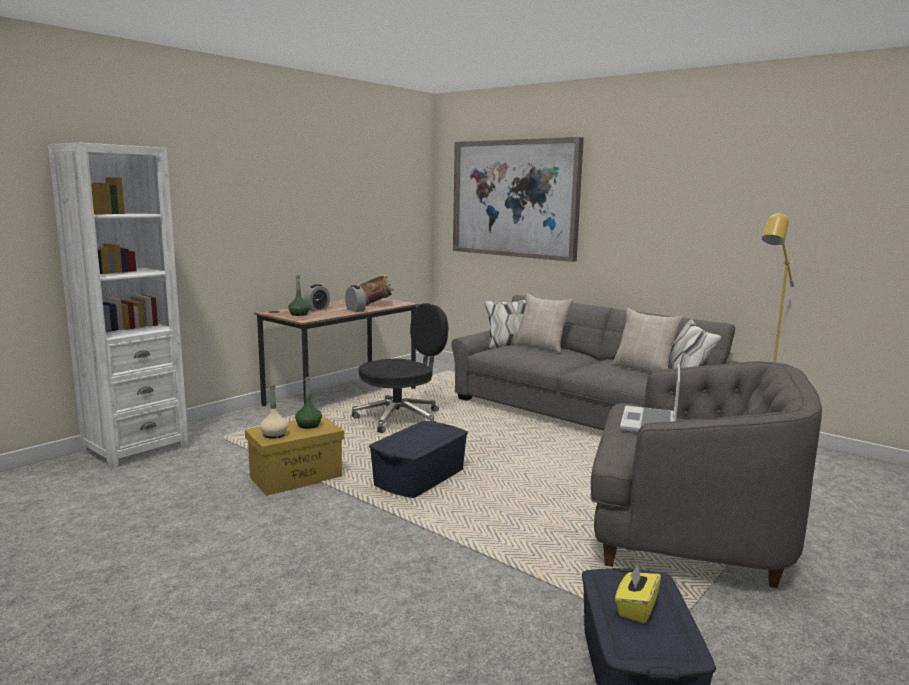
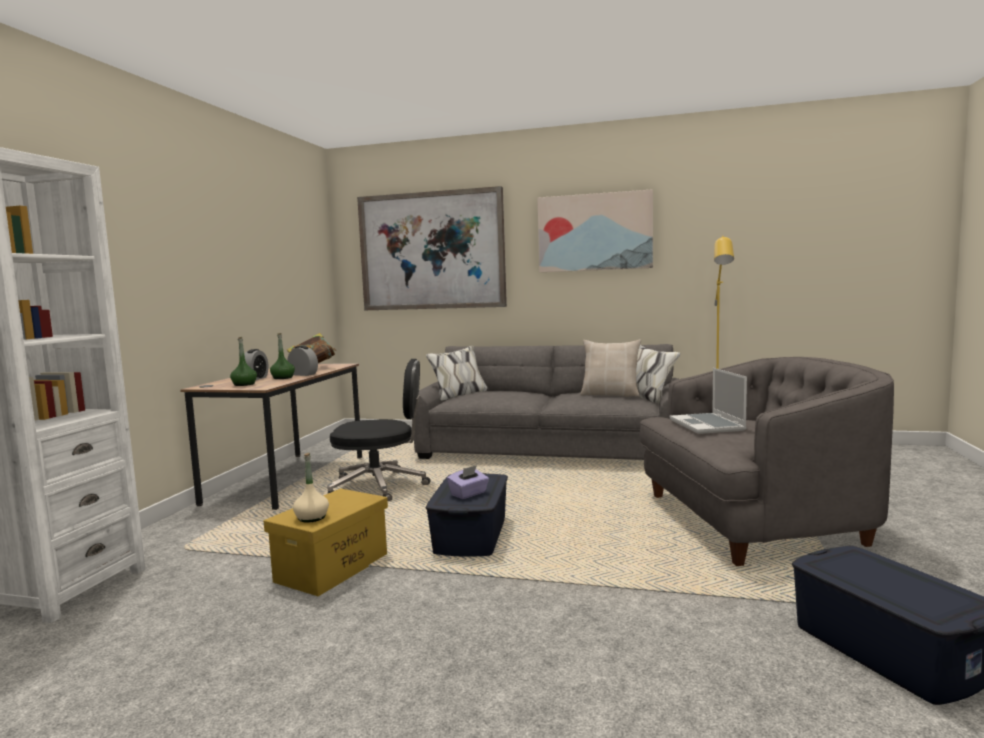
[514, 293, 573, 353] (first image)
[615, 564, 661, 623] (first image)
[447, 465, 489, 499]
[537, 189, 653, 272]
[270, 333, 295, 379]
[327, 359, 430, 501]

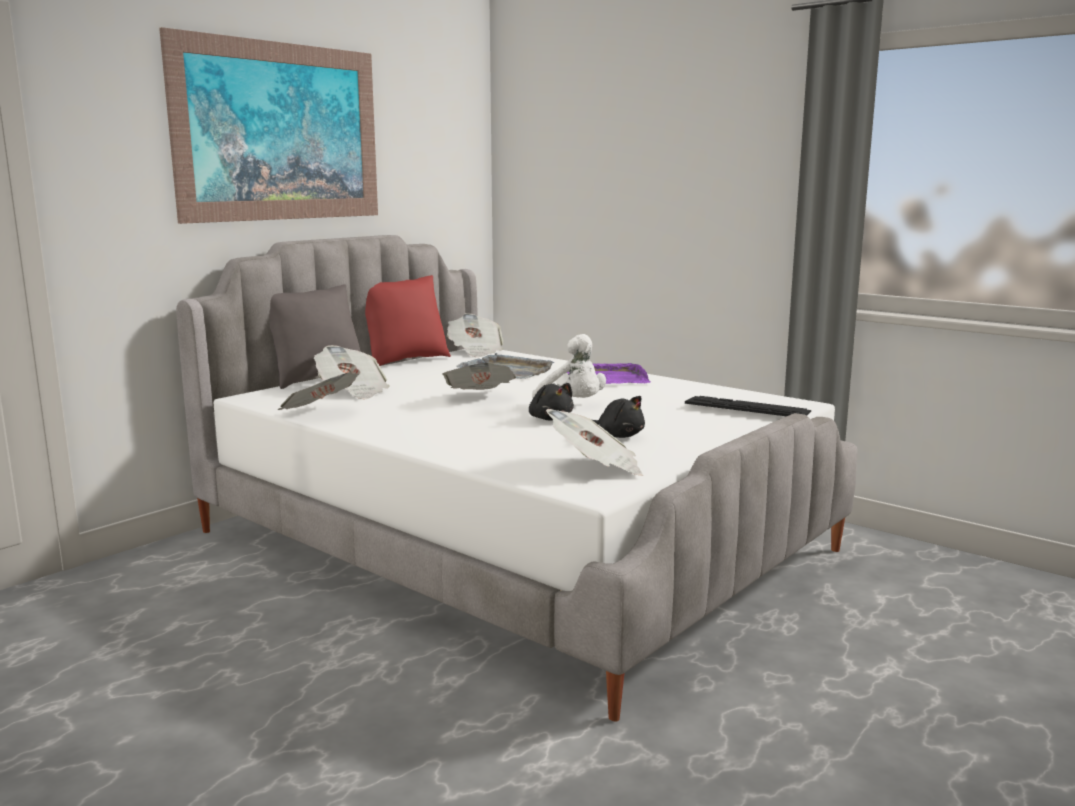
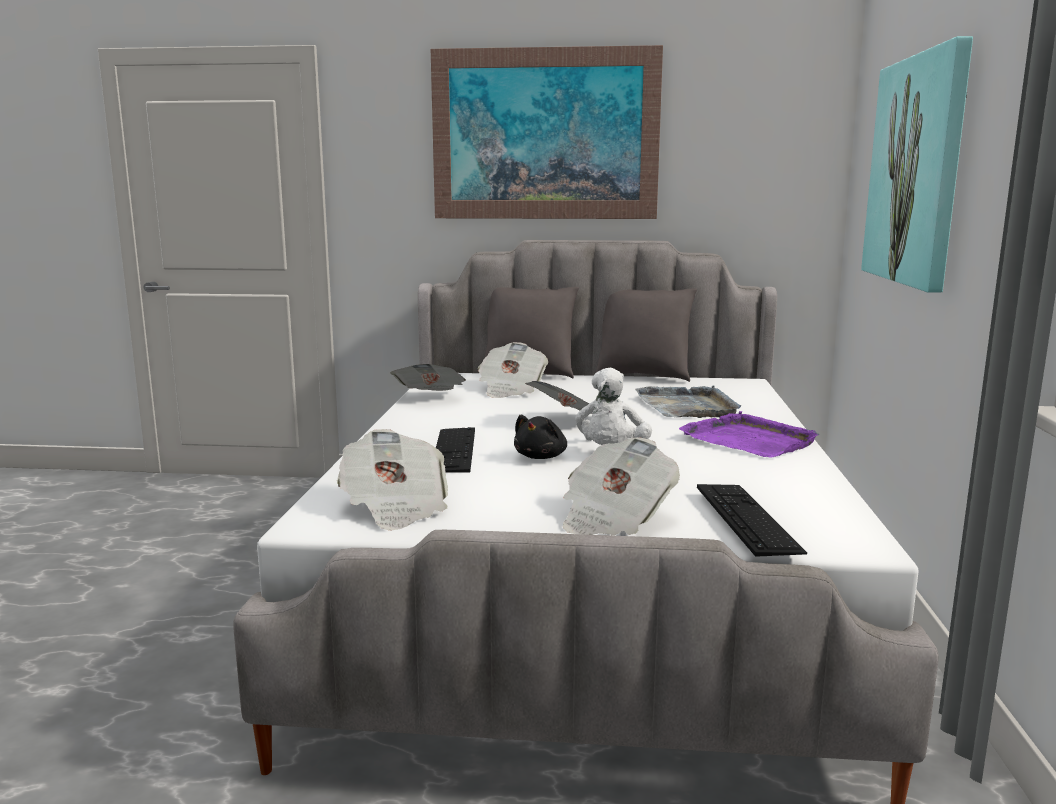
[593, 396, 645, 438] (first image)
[436, 427, 475, 473]
[861, 36, 973, 292]
[563, 437, 680, 535]
[595, 288, 697, 382]

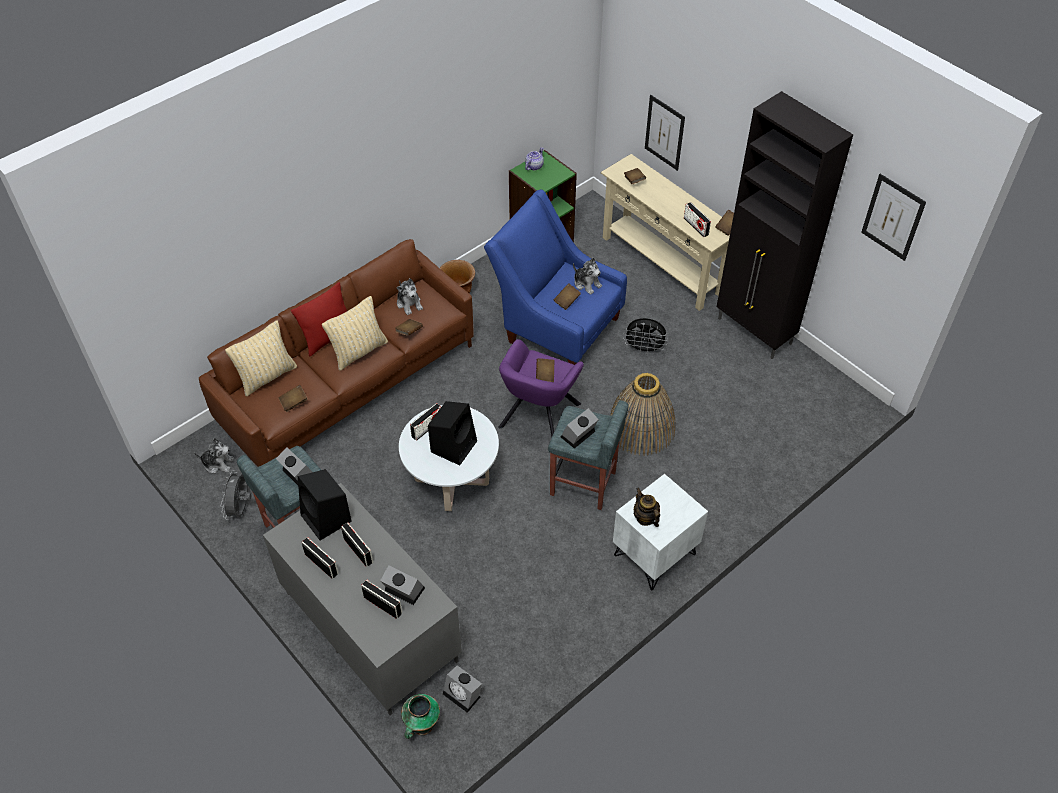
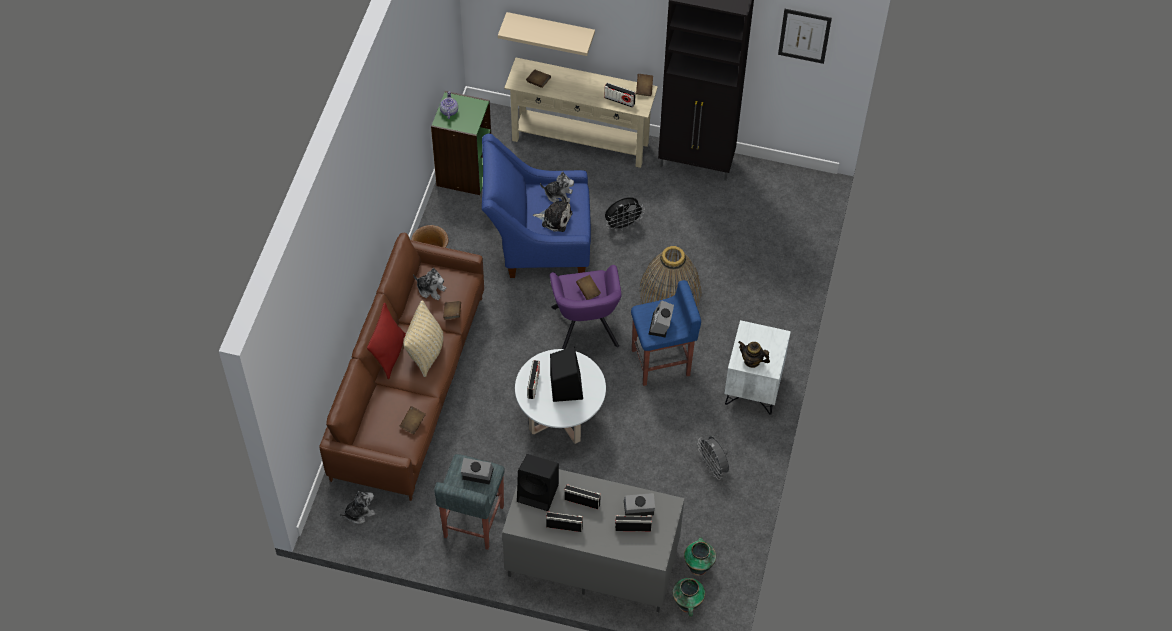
[225, 320, 297, 396] (first image)
[697, 436, 729, 480]
[684, 537, 716, 576]
[533, 196, 572, 232]
[498, 12, 595, 56]
[631, 280, 701, 386]

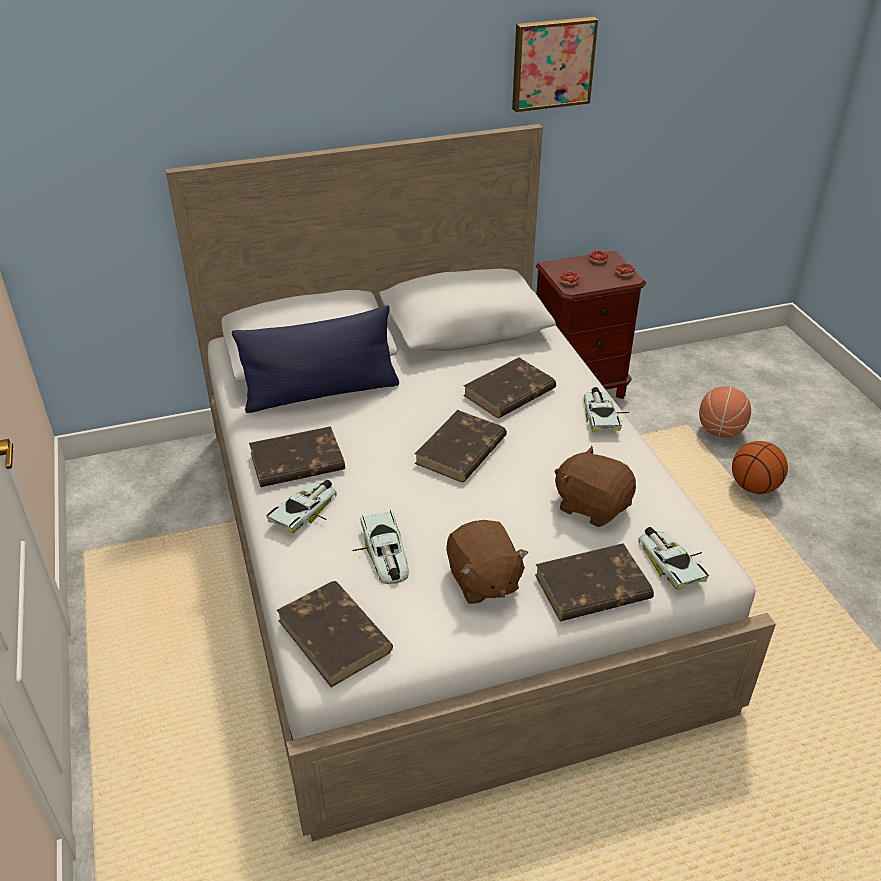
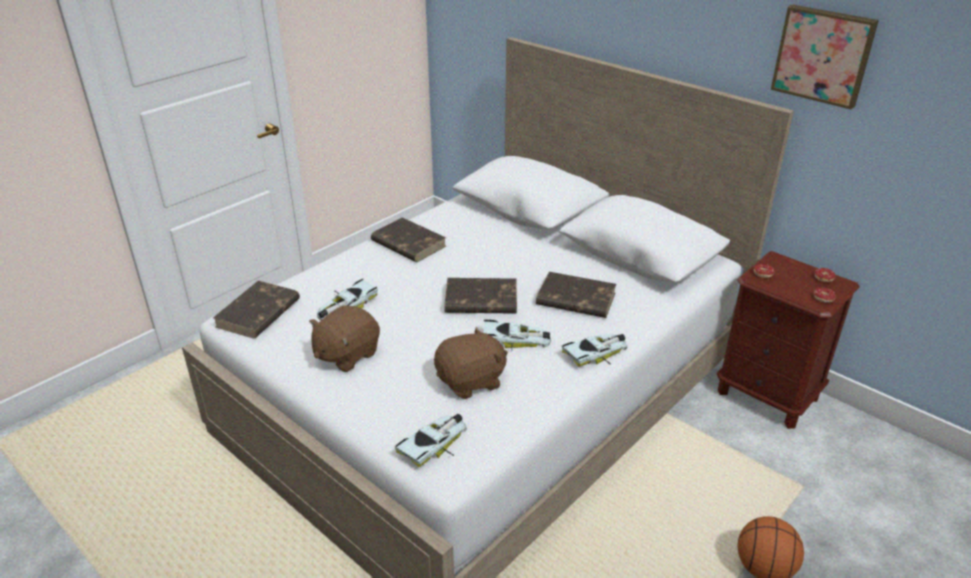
[232, 305, 399, 413] (first image)
[535, 543, 654, 621] (first image)
[699, 386, 751, 437] (first image)
[483, 320, 551, 352]
[434, 326, 508, 399]

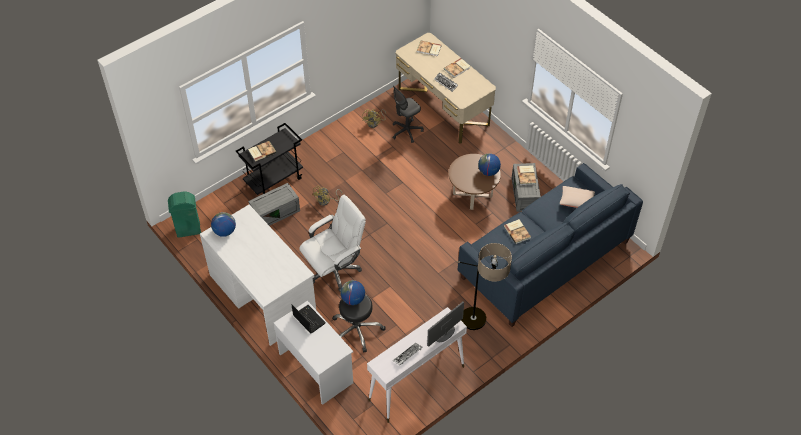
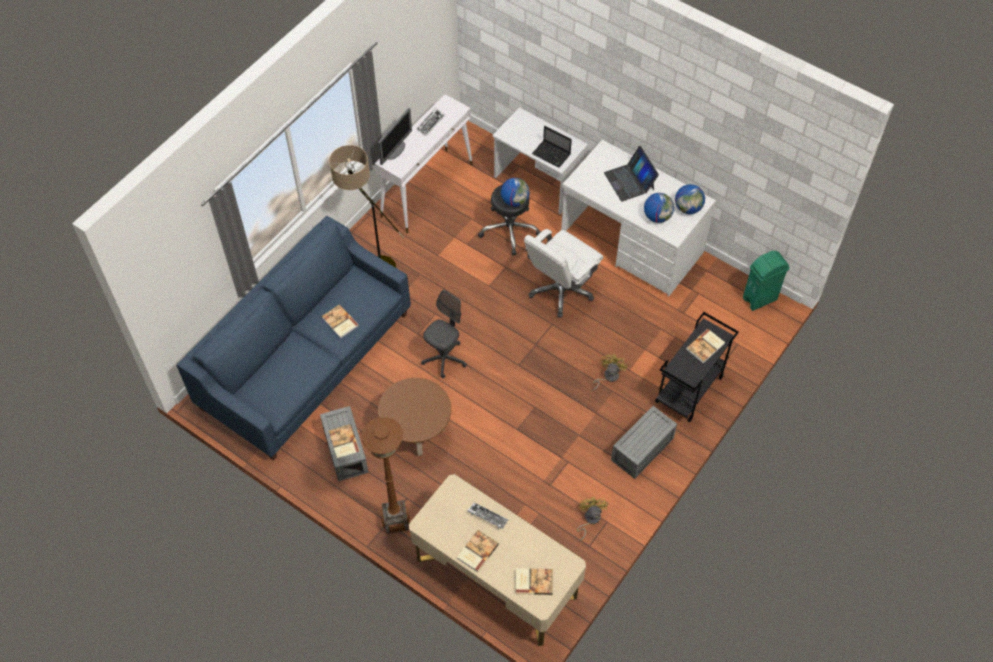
[560, 186, 595, 208] (first image)
[361, 417, 410, 534]
[604, 146, 659, 202]
[611, 406, 677, 479]
[421, 290, 467, 379]
[644, 193, 674, 223]

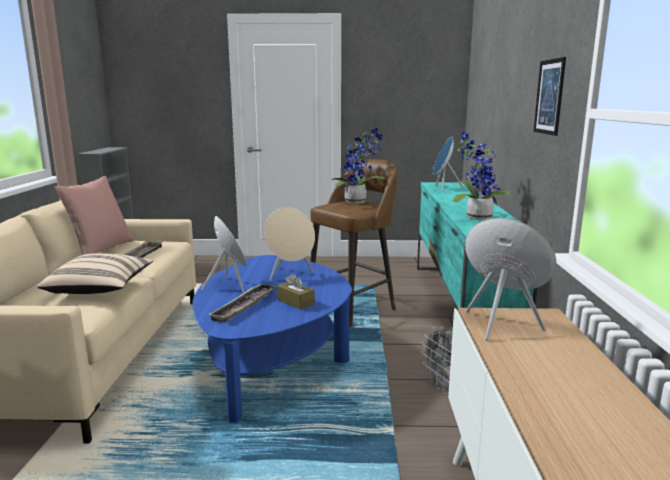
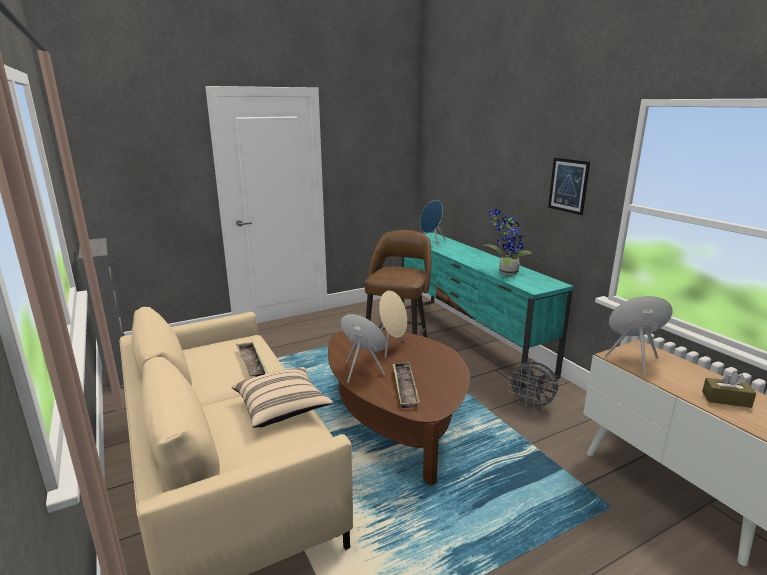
[55, 176, 134, 255] (first image)
[331, 128, 385, 203] (first image)
[702, 372, 756, 408]
[328, 330, 470, 485]

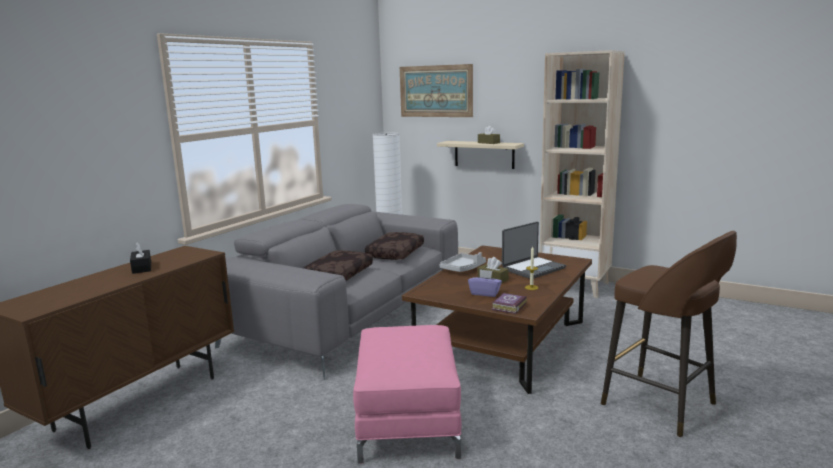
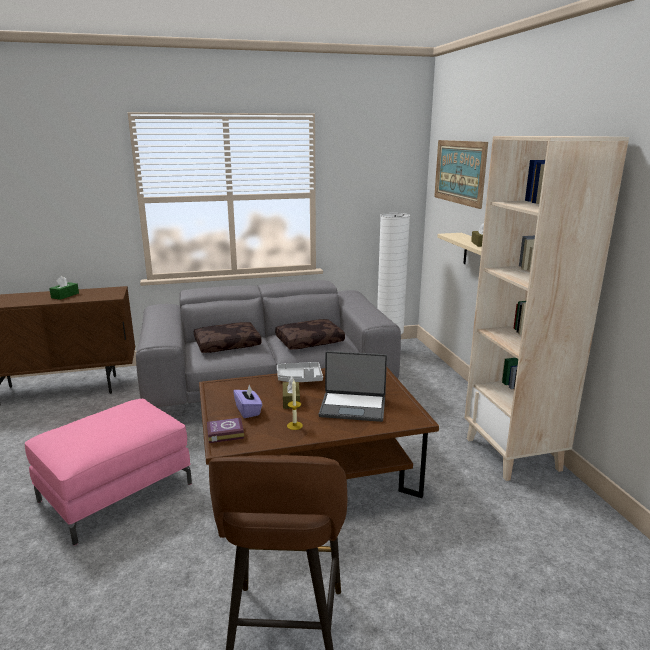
[49, 276, 79, 300]

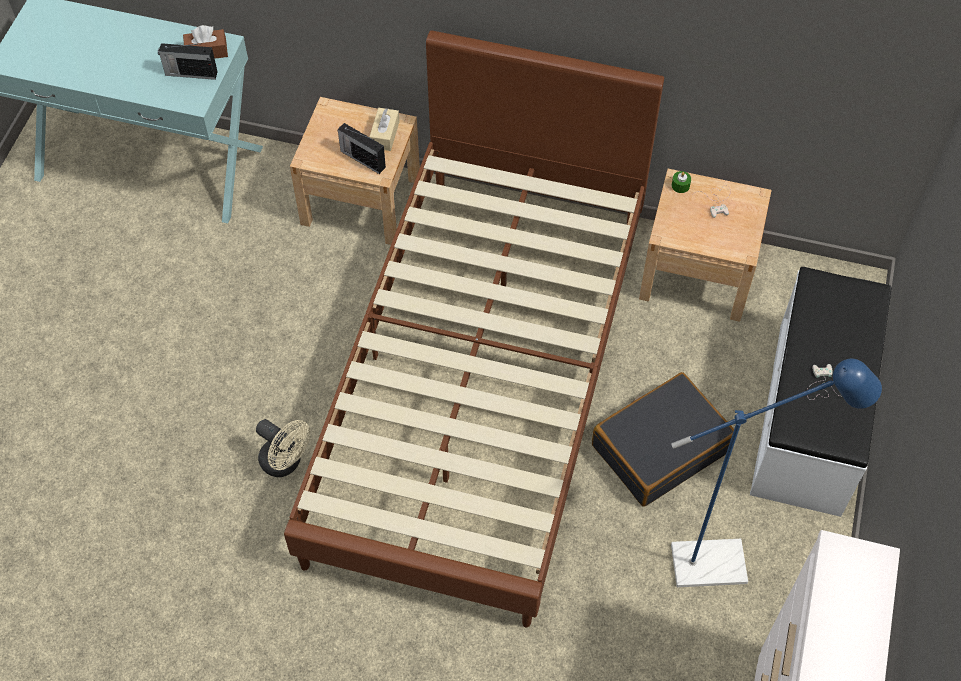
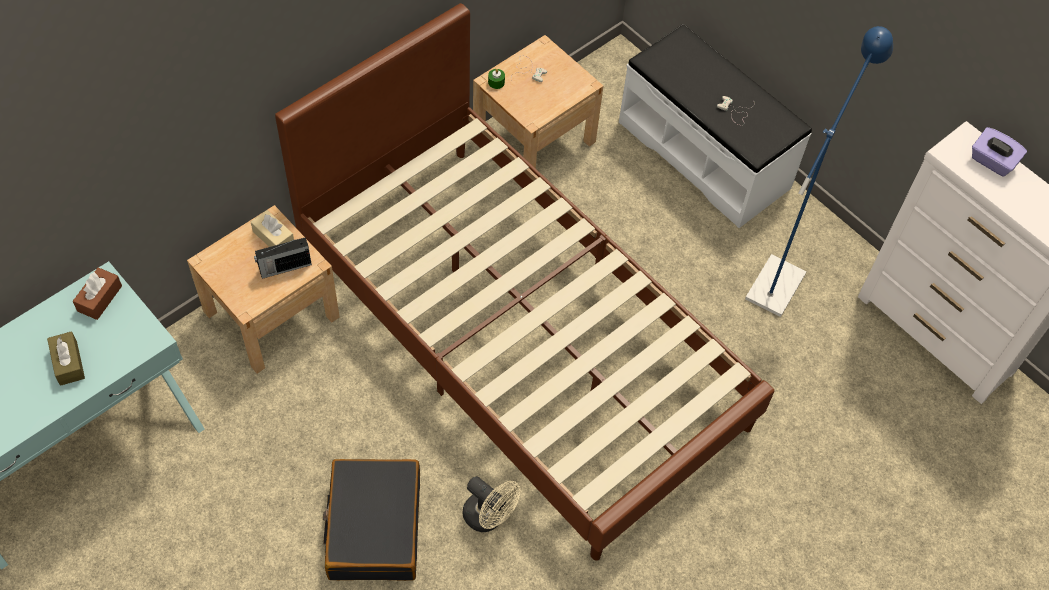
[158, 43, 218, 80] (first image)
[47, 331, 85, 386]
[972, 127, 1027, 176]
[323, 459, 420, 581]
[463, 476, 520, 532]

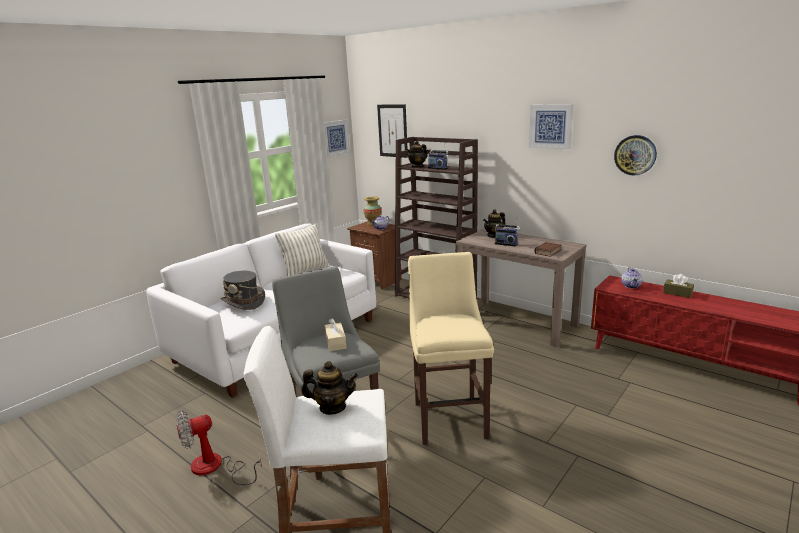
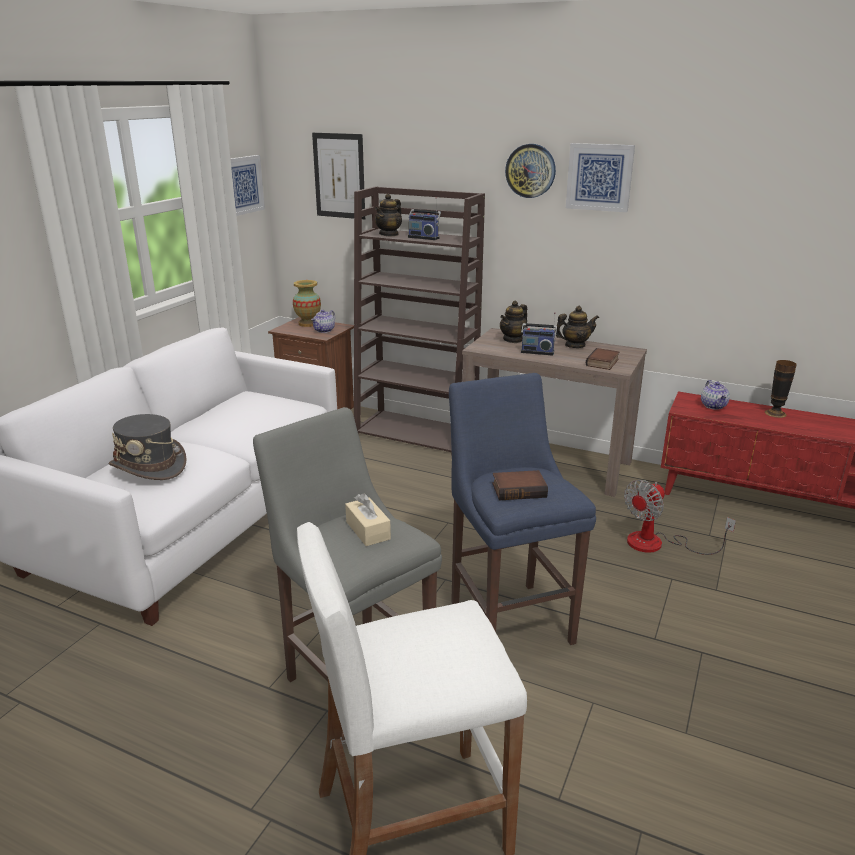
[275, 224, 329, 276] (first image)
[492, 470, 548, 500]
[624, 480, 736, 555]
[555, 306, 599, 348]
[505, 144, 556, 198]
[765, 360, 797, 418]
[449, 373, 596, 645]

